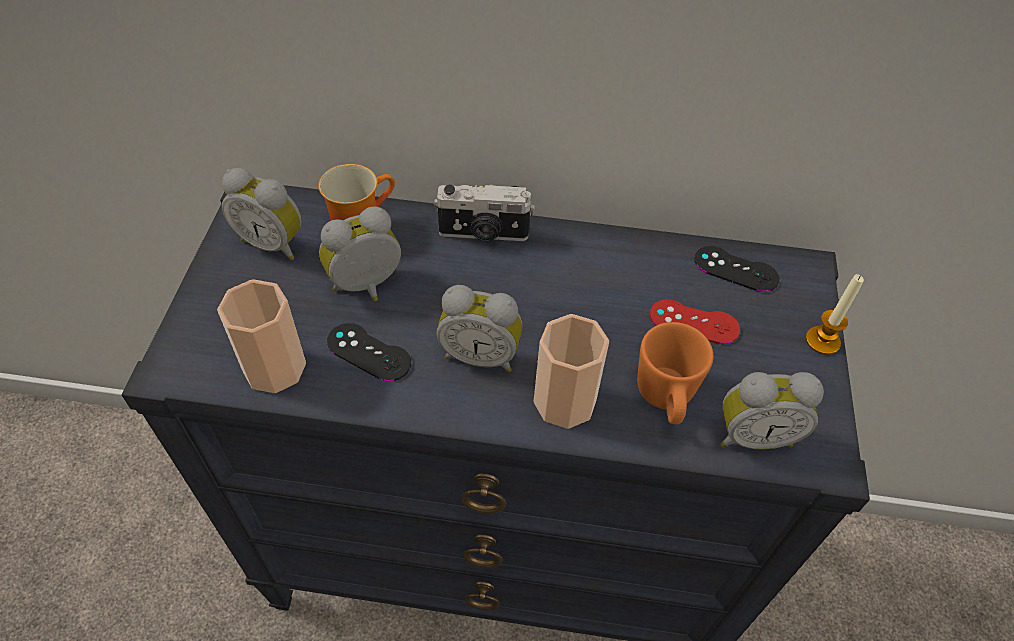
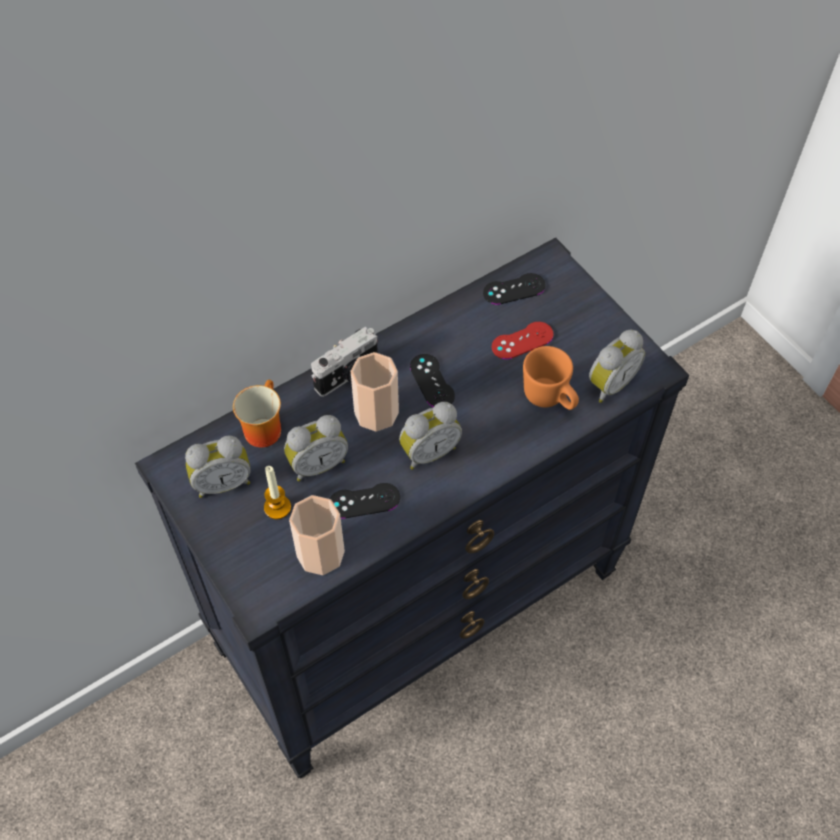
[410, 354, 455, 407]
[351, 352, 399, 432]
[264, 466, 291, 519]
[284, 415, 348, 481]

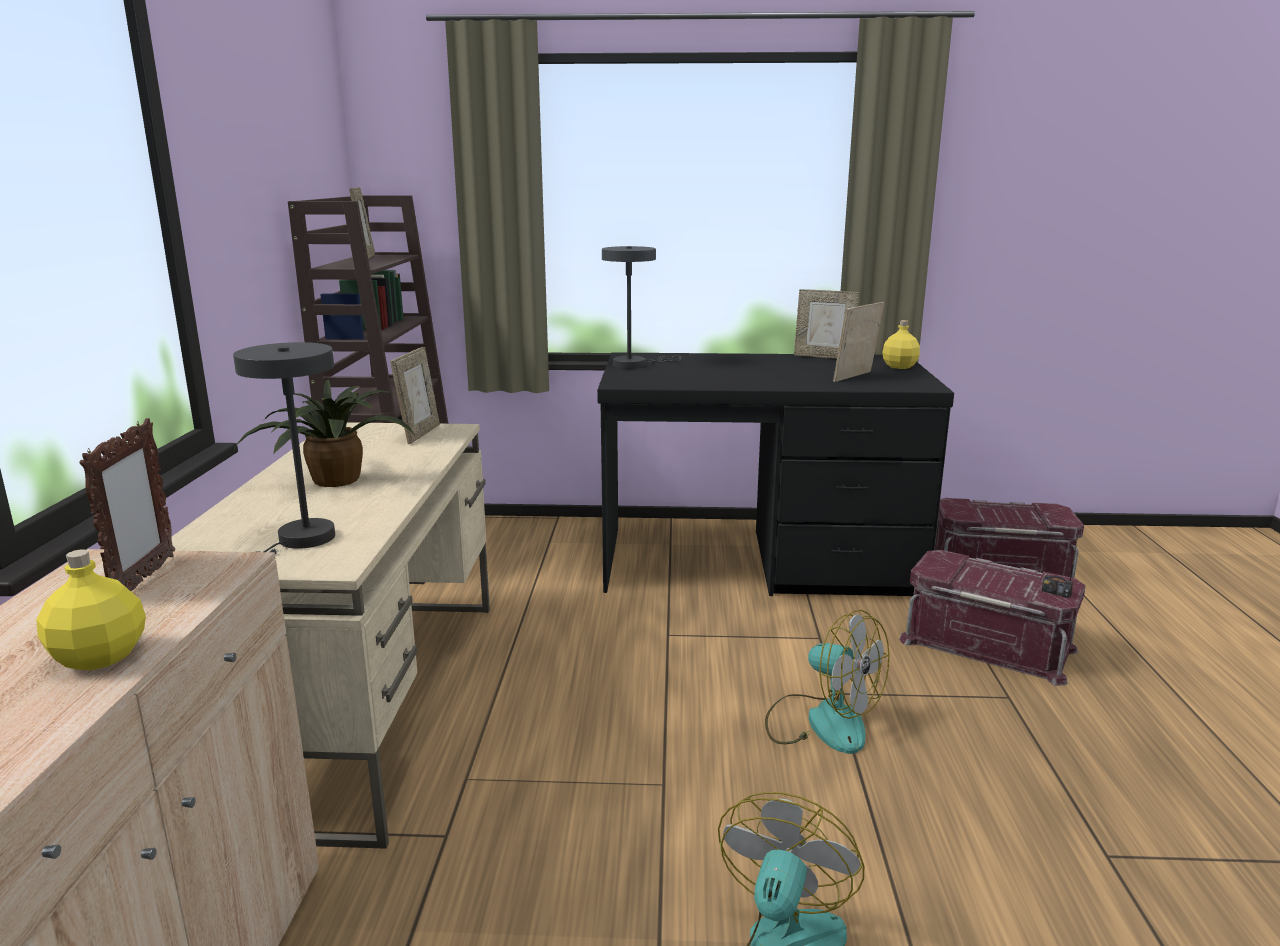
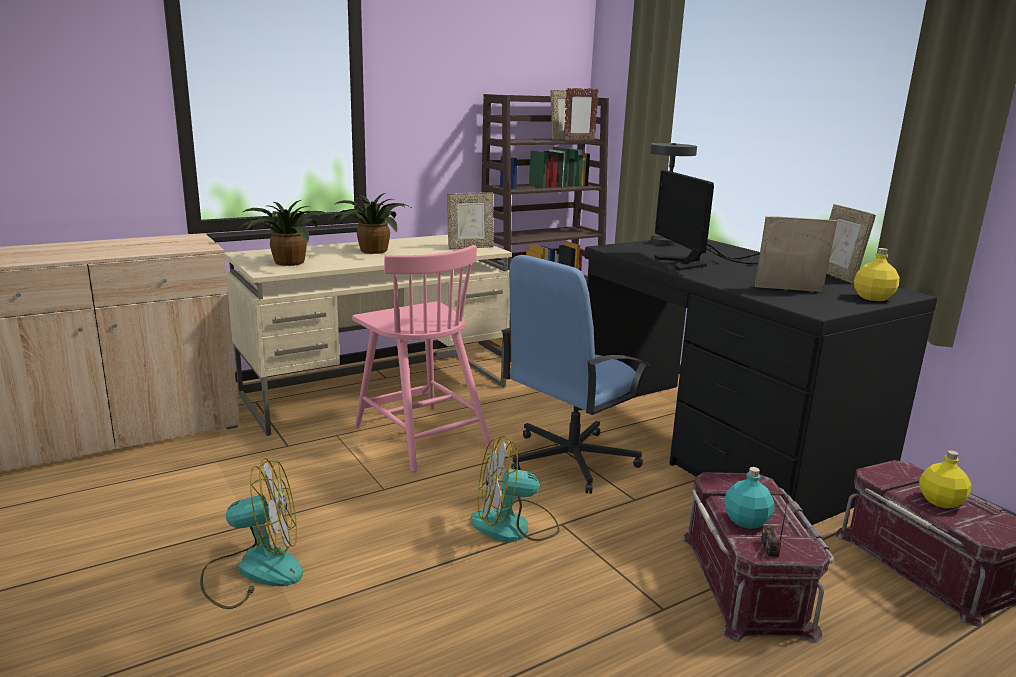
[352, 245, 492, 472]
[501, 255, 650, 494]
[654, 170, 760, 271]
[724, 467, 774, 529]
[919, 450, 971, 508]
[564, 88, 599, 141]
[238, 200, 330, 266]
[471, 436, 560, 543]

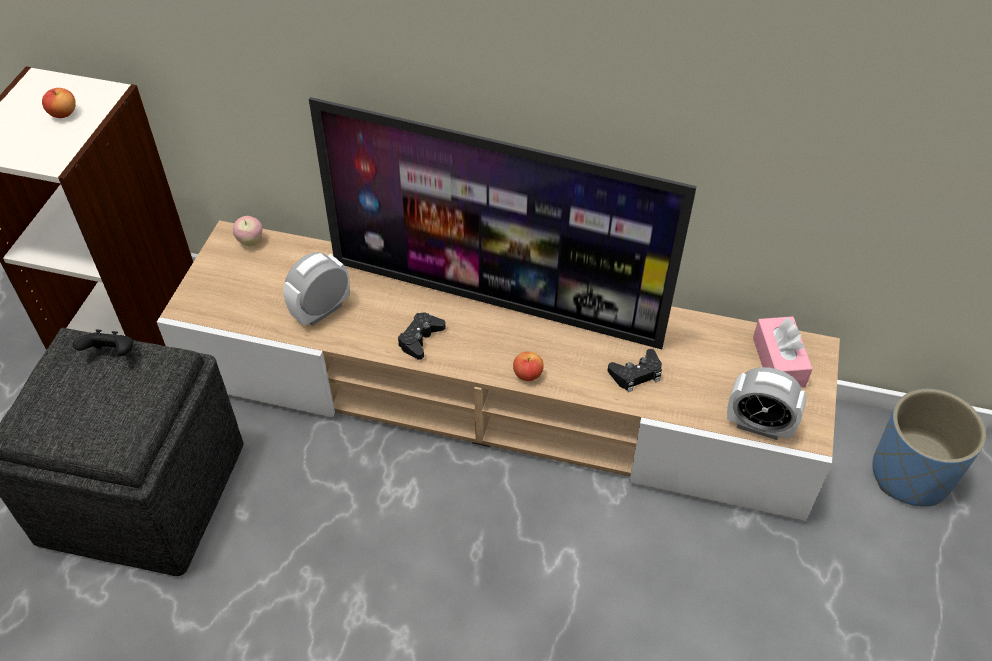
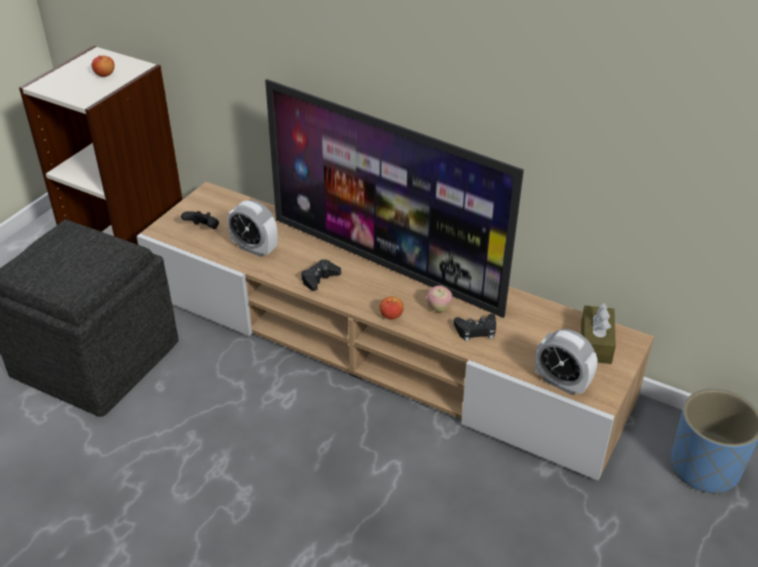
[181, 211, 219, 229]
[427, 285, 453, 312]
[581, 303, 616, 364]
[227, 200, 277, 257]

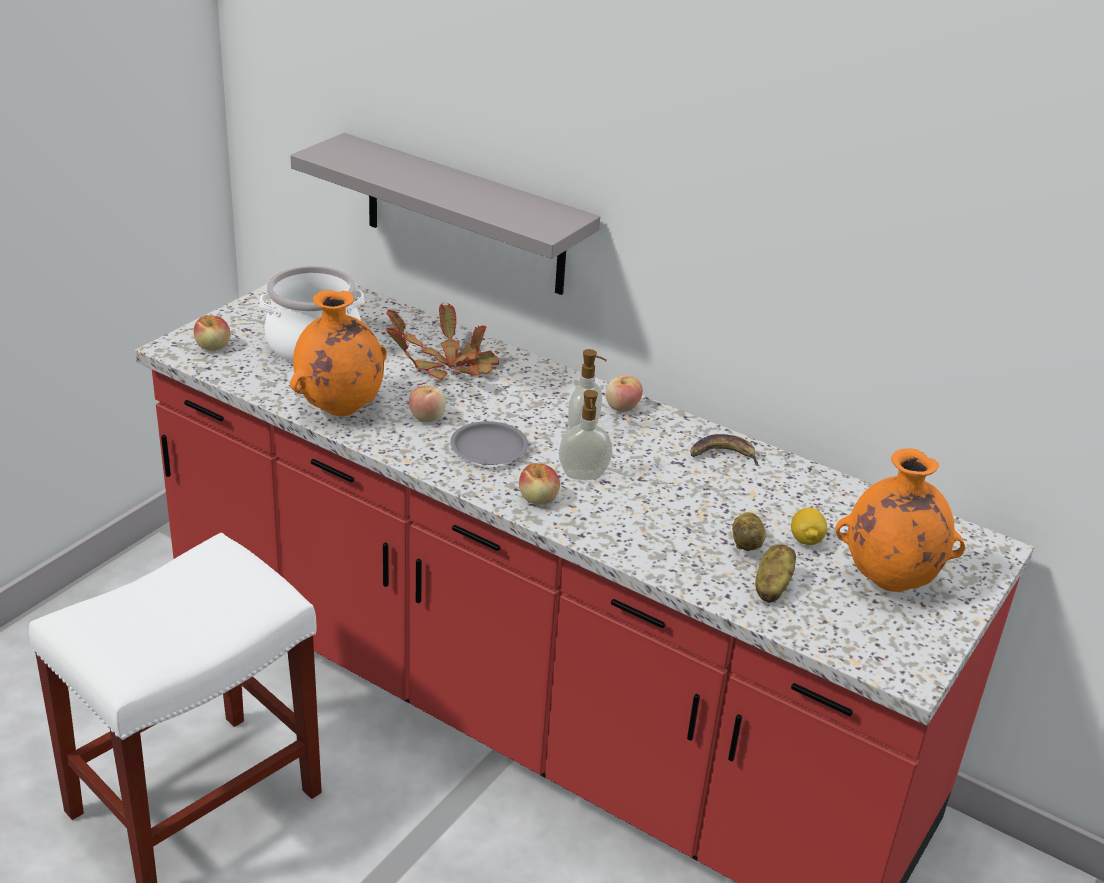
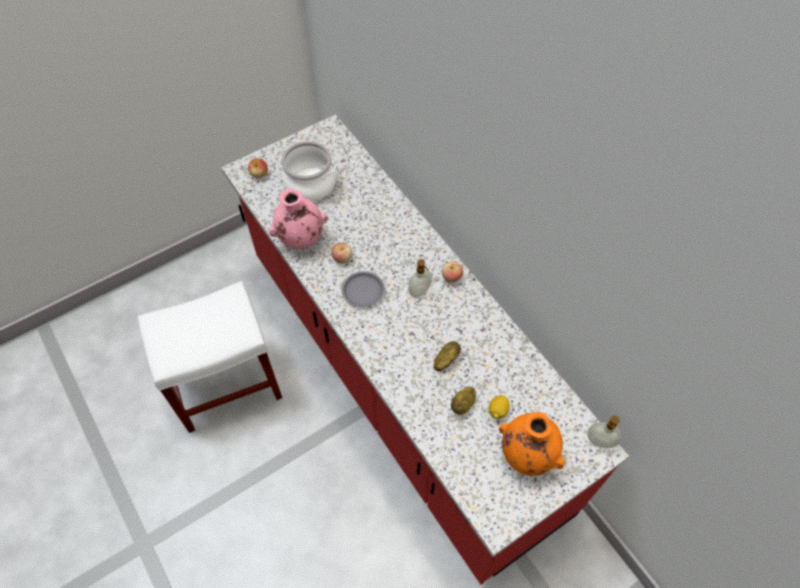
[290, 133, 600, 295] (first image)
[386, 302, 499, 380] (first image)
[519, 463, 560, 505] (first image)
[691, 434, 760, 466] (first image)
[587, 416, 622, 448]
[434, 341, 461, 371]
[269, 188, 328, 249]

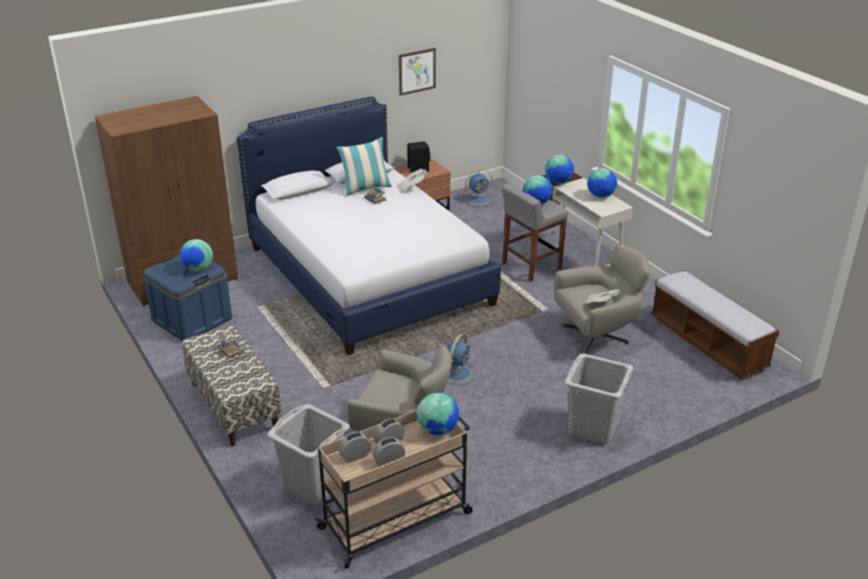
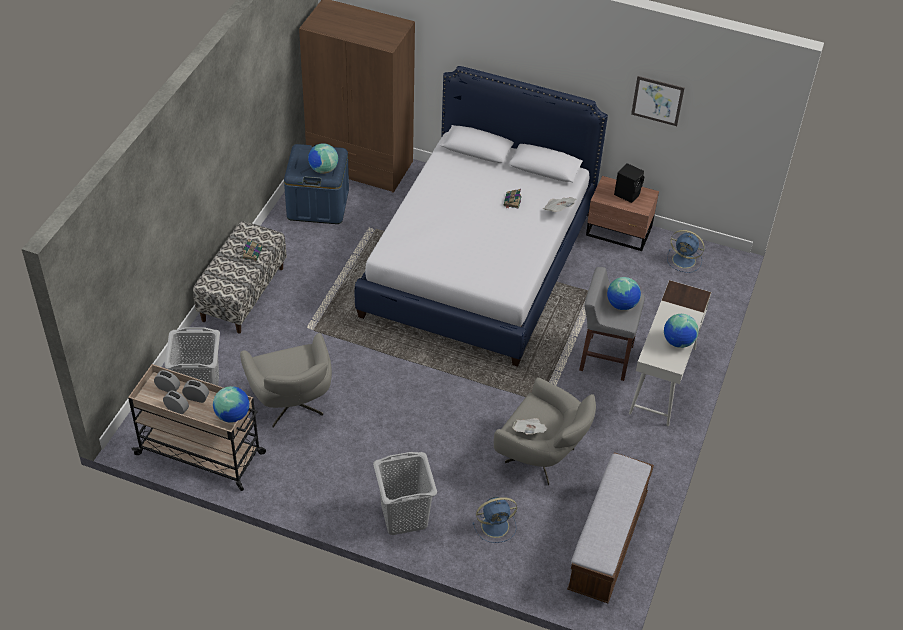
[336, 137, 392, 196] (first image)
[545, 155, 574, 184] (first image)
[472, 497, 517, 543]

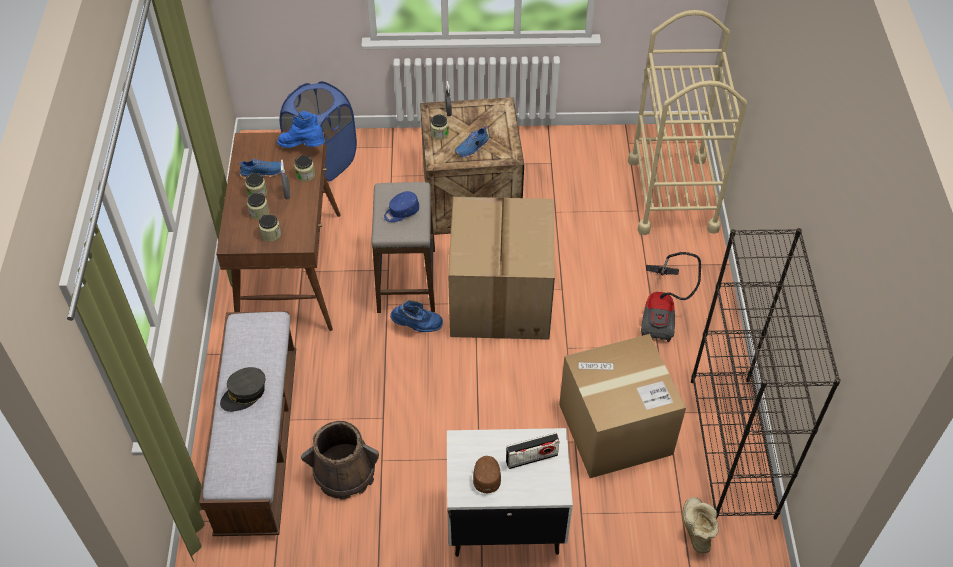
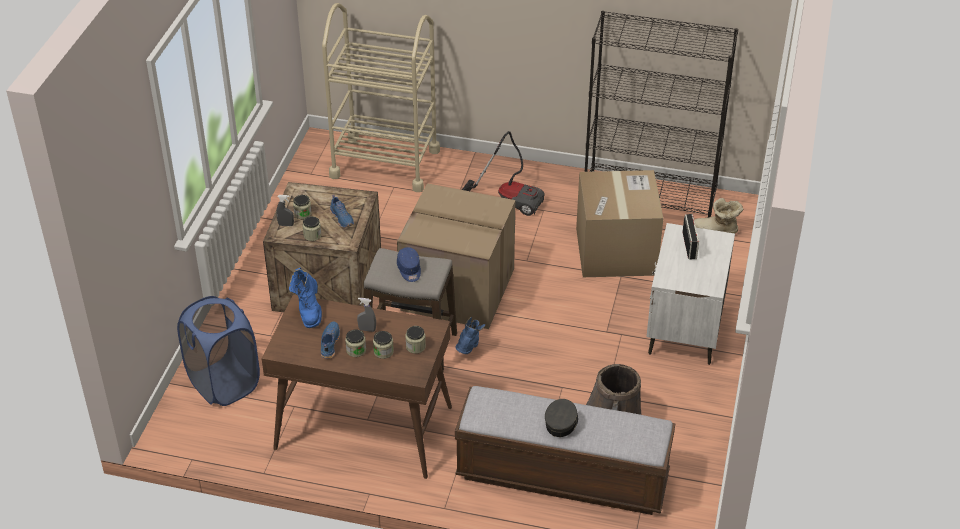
[473, 456, 501, 493] (first image)
[293, 195, 312, 219]
[545, 399, 578, 437]
[289, 268, 322, 328]

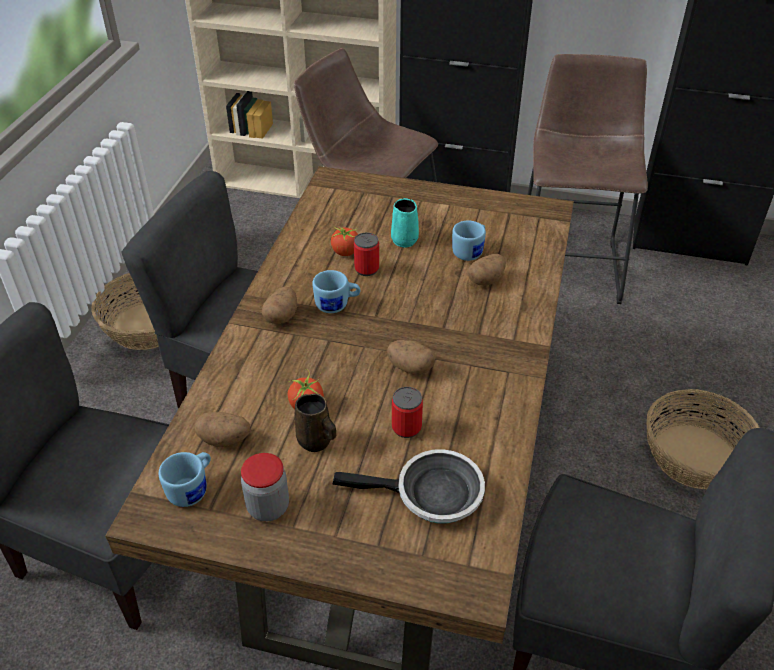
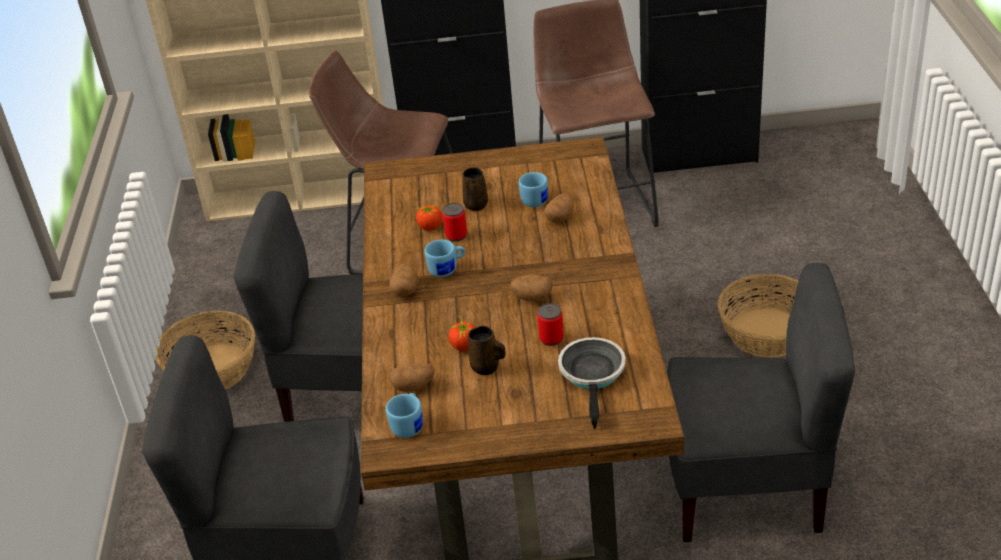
[241, 453, 289, 522] (first image)
[462, 167, 488, 211]
[558, 337, 626, 429]

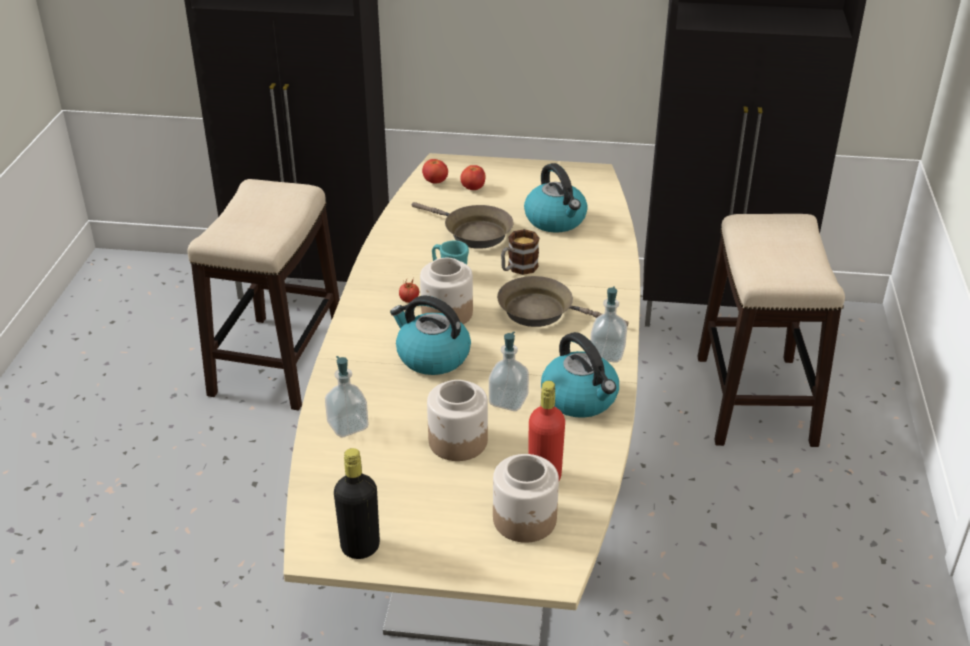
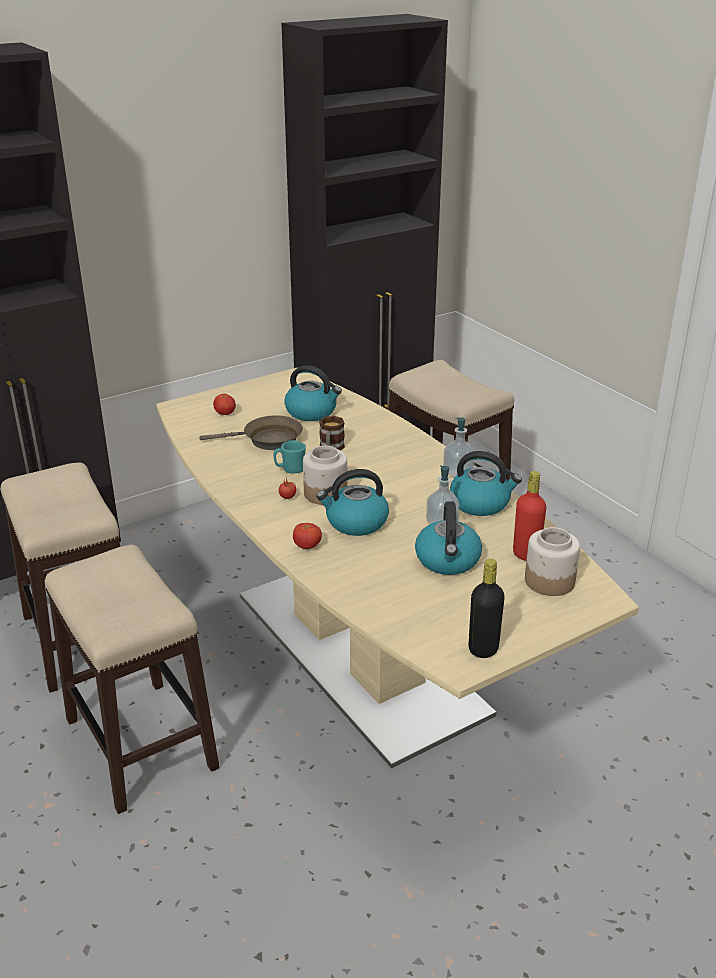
[325, 356, 368, 438] (first image)
[497, 276, 629, 327] (first image)
[45, 545, 220, 814]
[293, 523, 322, 549]
[415, 501, 482, 575]

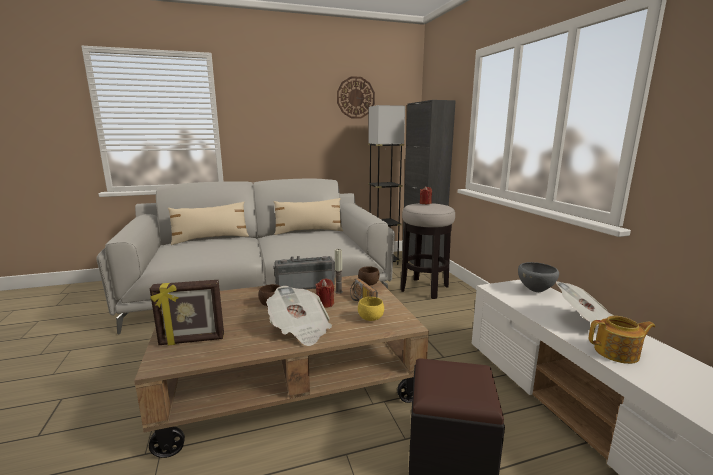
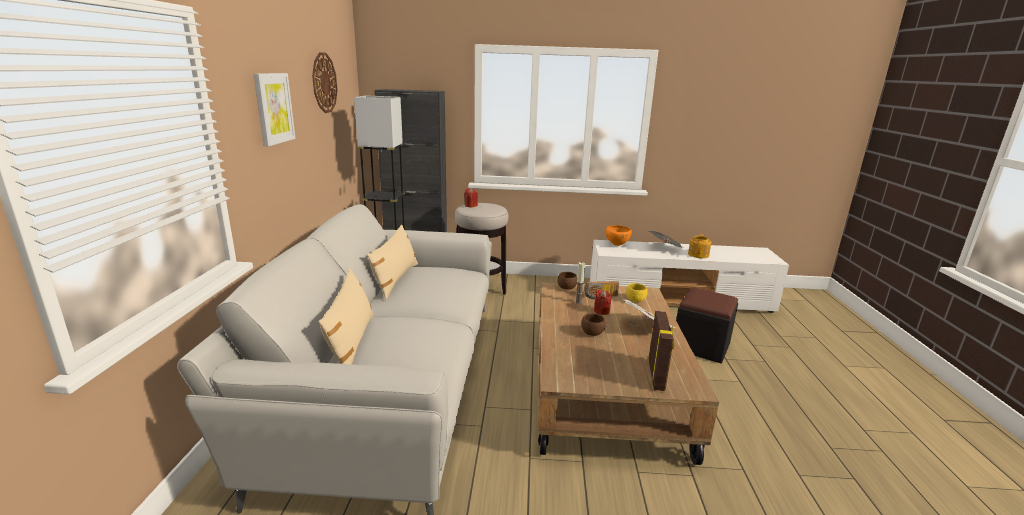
[273, 256, 335, 289] (first image)
[254, 73, 295, 146]
[606, 225, 632, 246]

